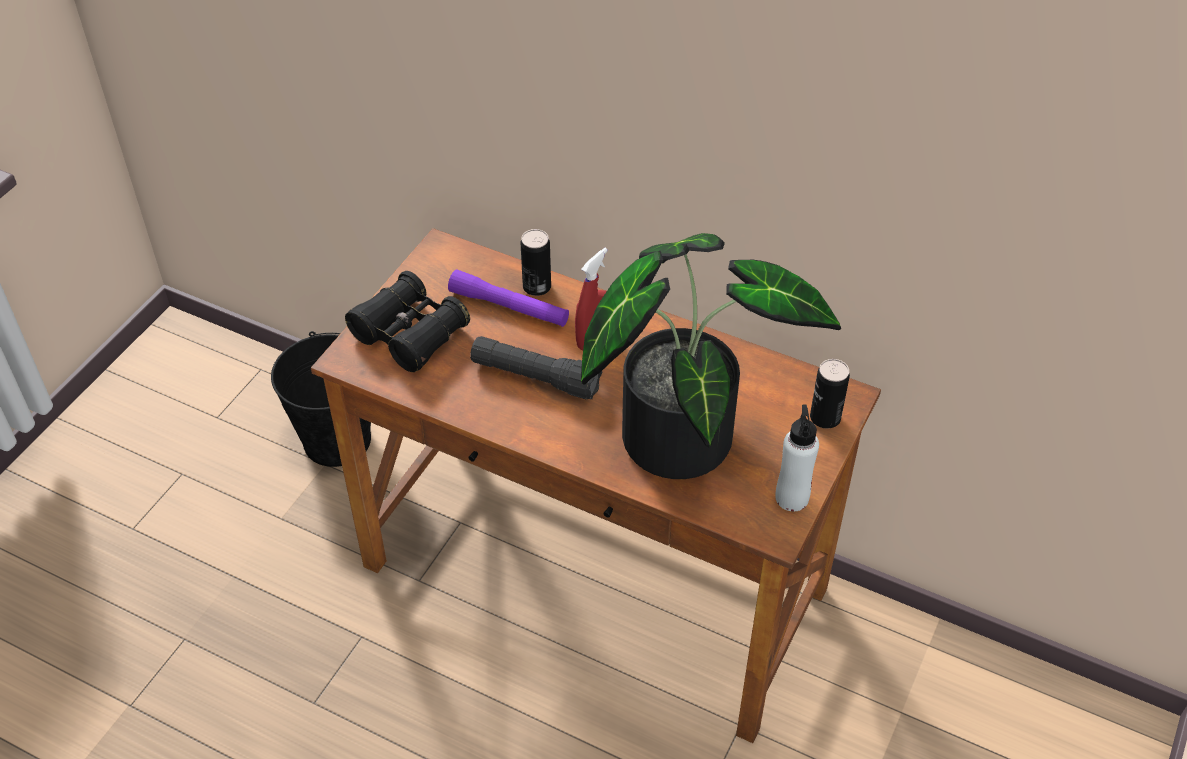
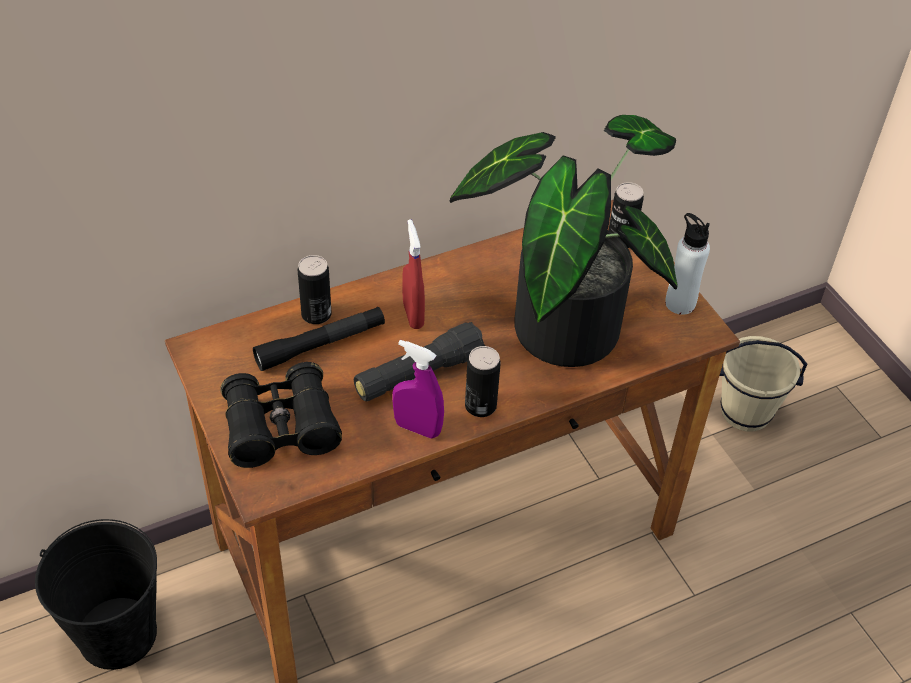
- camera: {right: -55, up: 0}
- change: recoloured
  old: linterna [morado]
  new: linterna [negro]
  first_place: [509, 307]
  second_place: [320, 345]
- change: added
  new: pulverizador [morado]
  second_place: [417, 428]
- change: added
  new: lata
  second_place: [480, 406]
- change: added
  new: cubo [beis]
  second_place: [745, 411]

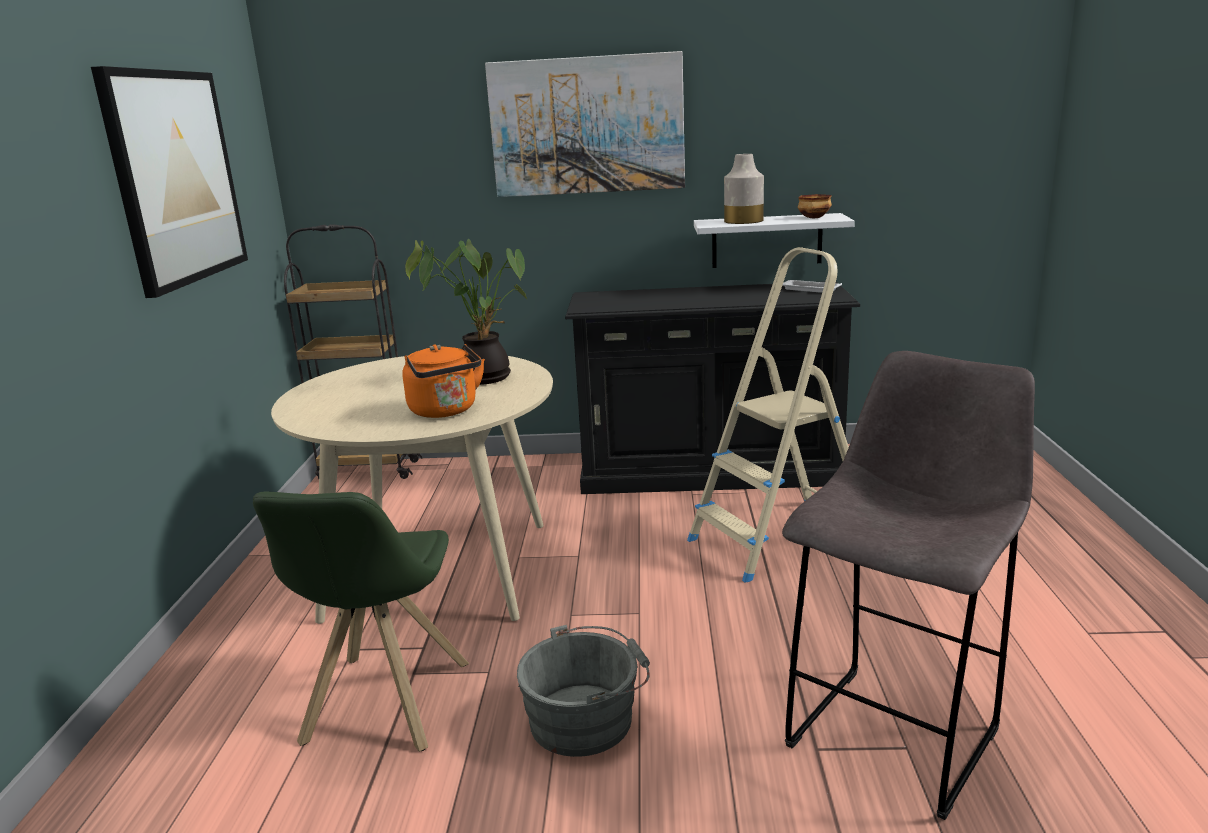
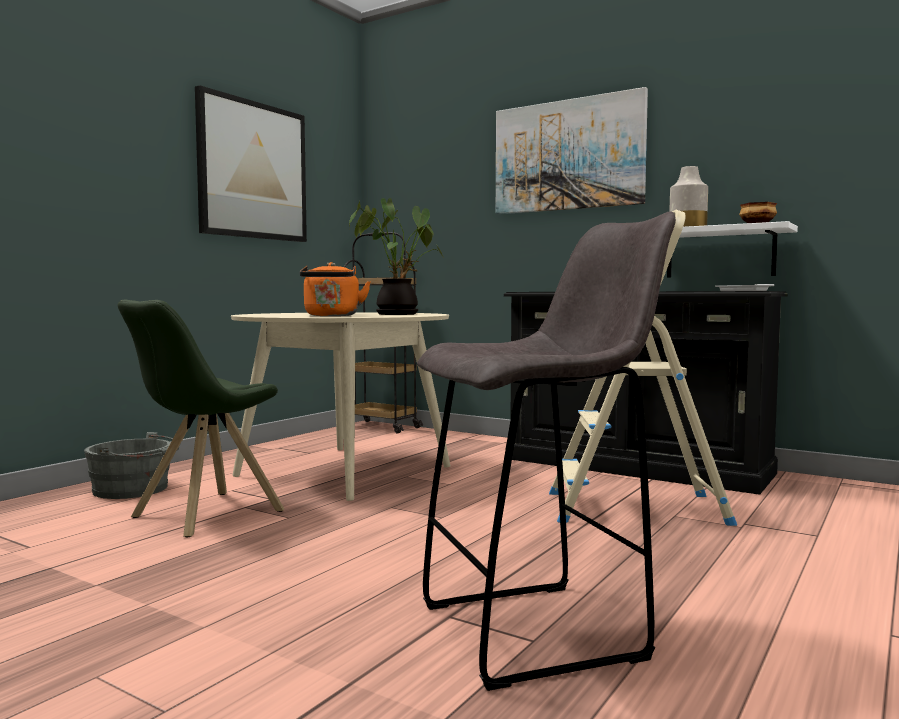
- camera: {right: 30, up: -15}
- change: moved
  old: cubo [gris]
  first_place: [587, 719]
  second_place: [135, 489]

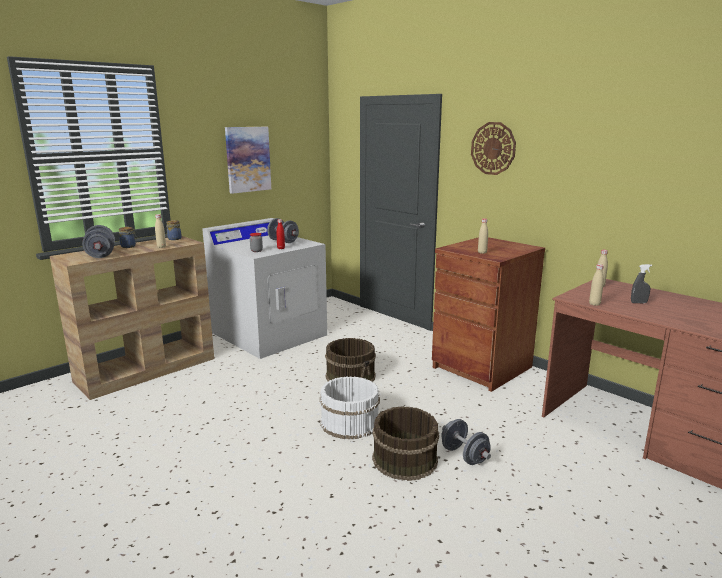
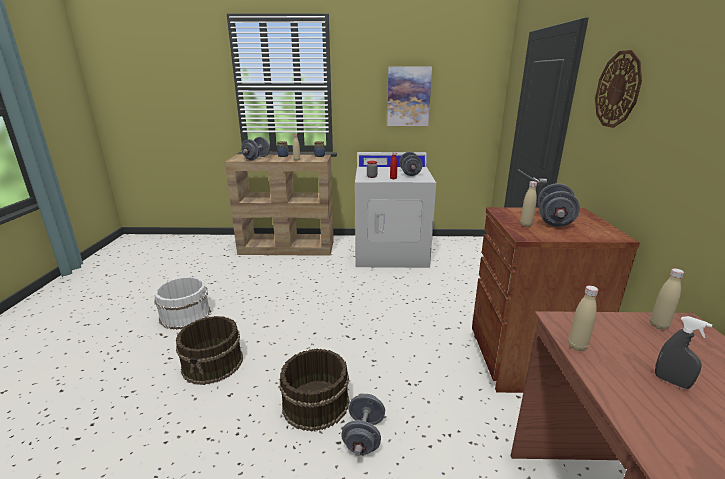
- camera: {right: 45, up: 5}
- change: moved
  old: cubo [blanco]
  first_place: [349, 423]
  second_place: [185, 315]
- change: moved
  old: cubo [marrón]
  first_place: [351, 376]
  second_place: [213, 363]
- change: added
  new: mancuerna [gris]
  second_place: [554, 221]

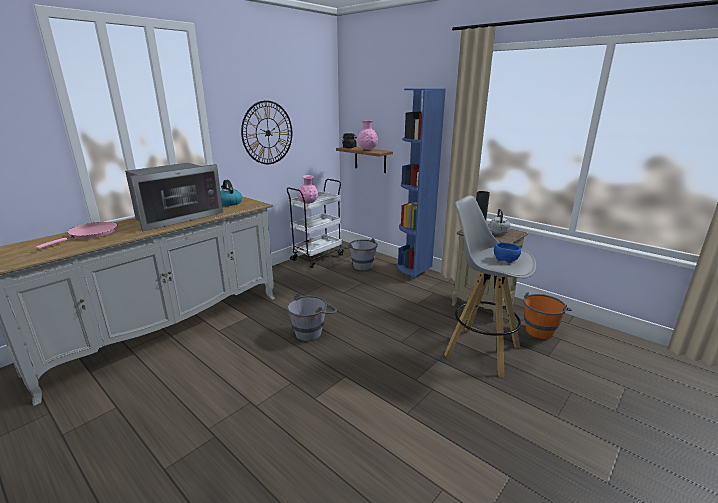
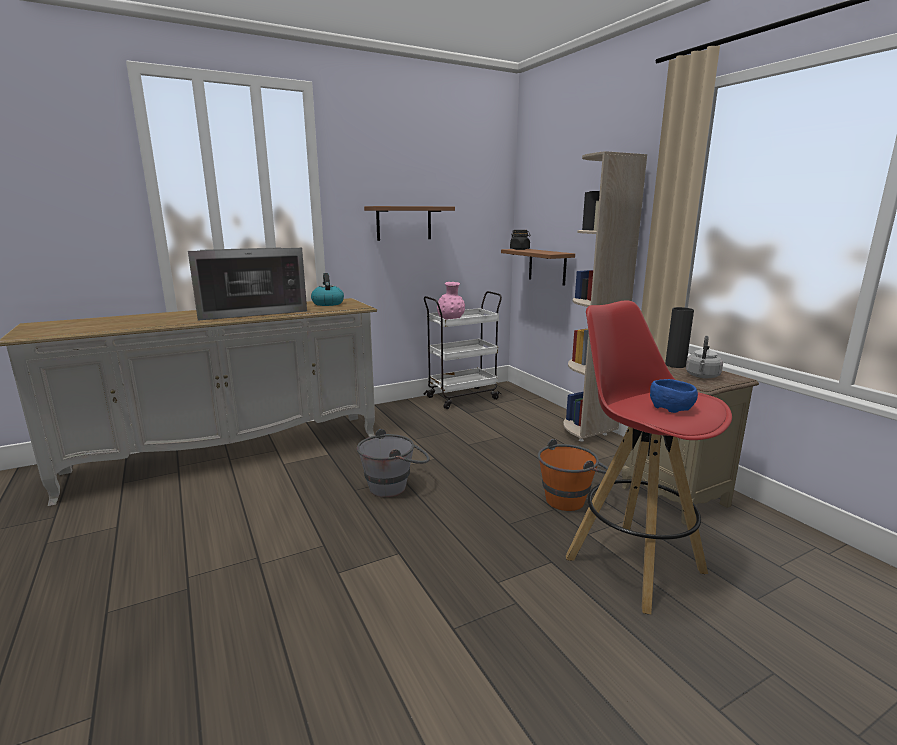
- camera: {right: 20, up: -5}
- change: replaced
  old: reloj de pared
  new: estante [marrón]
  first_place: [268, 133]
  second_place: [404, 223]
- change: moved
  old: cubo [naranja]
  first_place: [541, 329]
  second_place: [571, 498]
- change: recoloured
  old: estantería [azul]
  new: estantería [beis]
  first_place: [411, 271]
  second_place: [585, 432]
- change: recoloured
  old: taburete [gris]
  new: taburete [rojo]
  first_place: [480, 350]
  second_place: [633, 563]
- change: removed
  old: sartén [rosa]
  first_place: [91, 234]
- change: removed
  old: cubo [gris]
  first_place: [360, 265]
- change: removed
  old: florero [rosa]
  first_place: [367, 149]

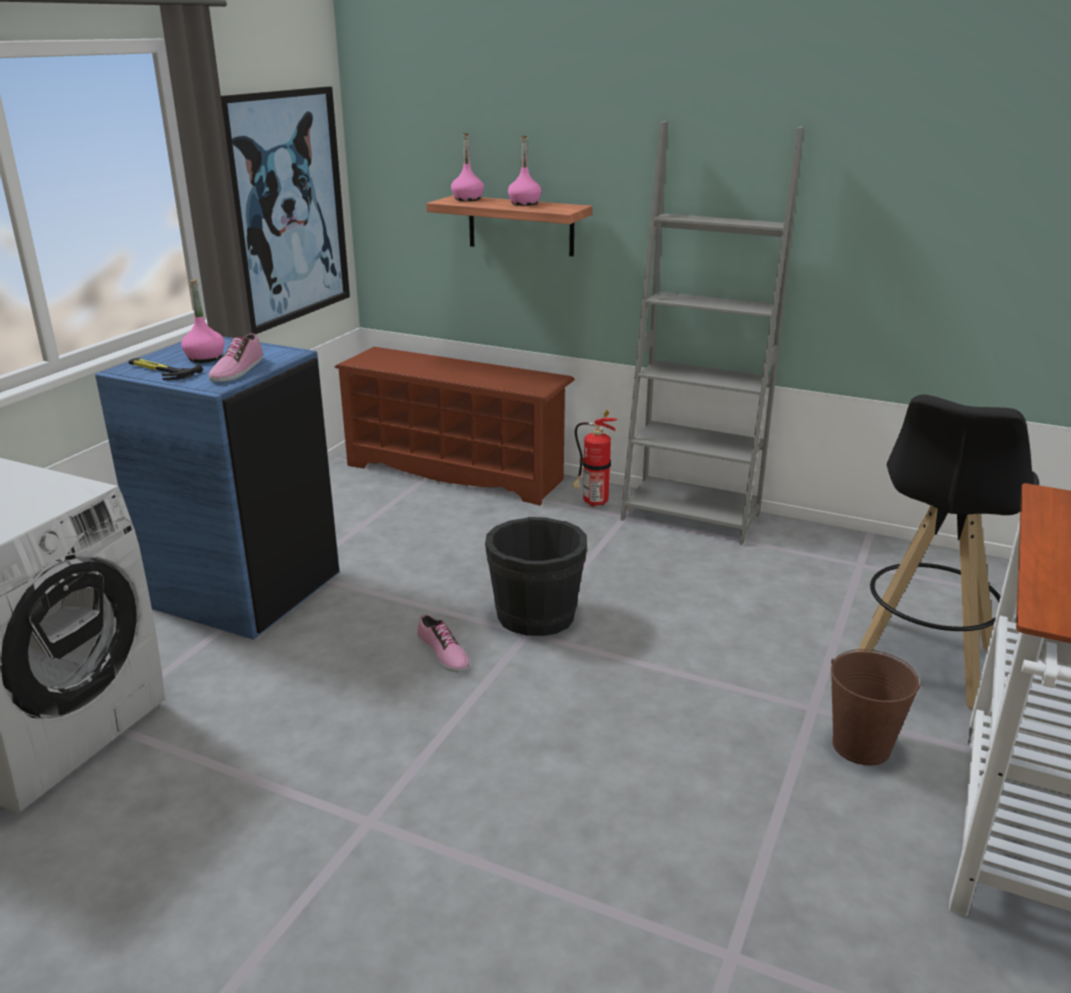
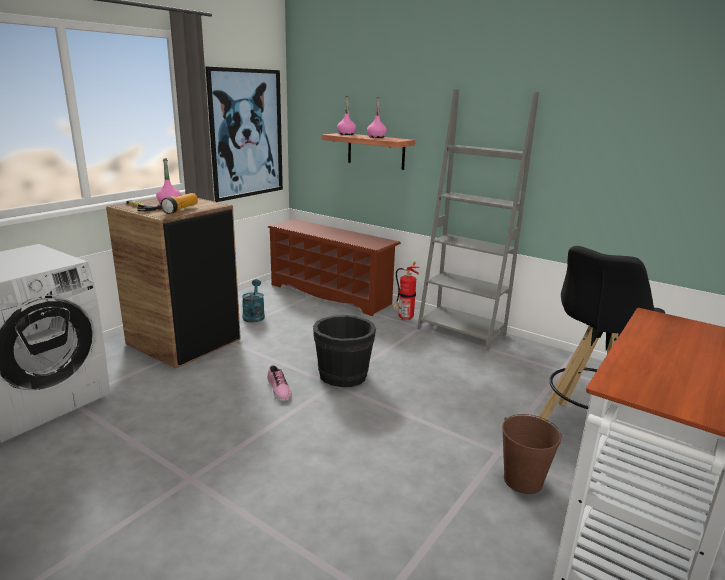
- camera: {right: 10, up: -5}
- change: recoloured
  old: armario [azul]
  new: armario [marrón]
  first_place: [246, 588]
  second_place: [185, 341]
- change: replaced
  old: zapato
  new: linterna
  first_place: [237, 370]
  second_place: [181, 210]
- change: added
  new: regadera [turquesa]
  second_place: [254, 315]

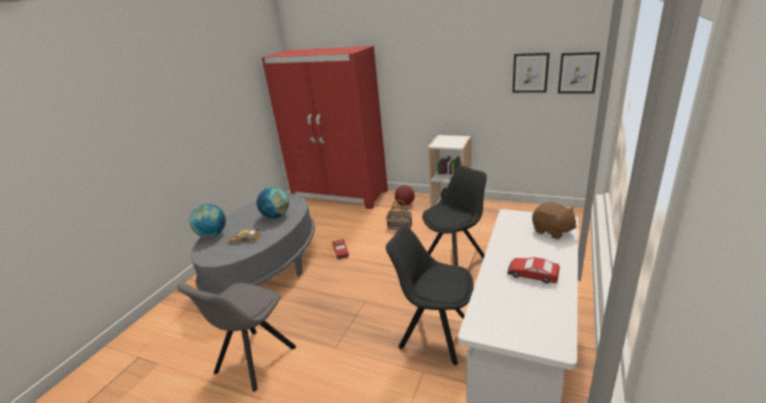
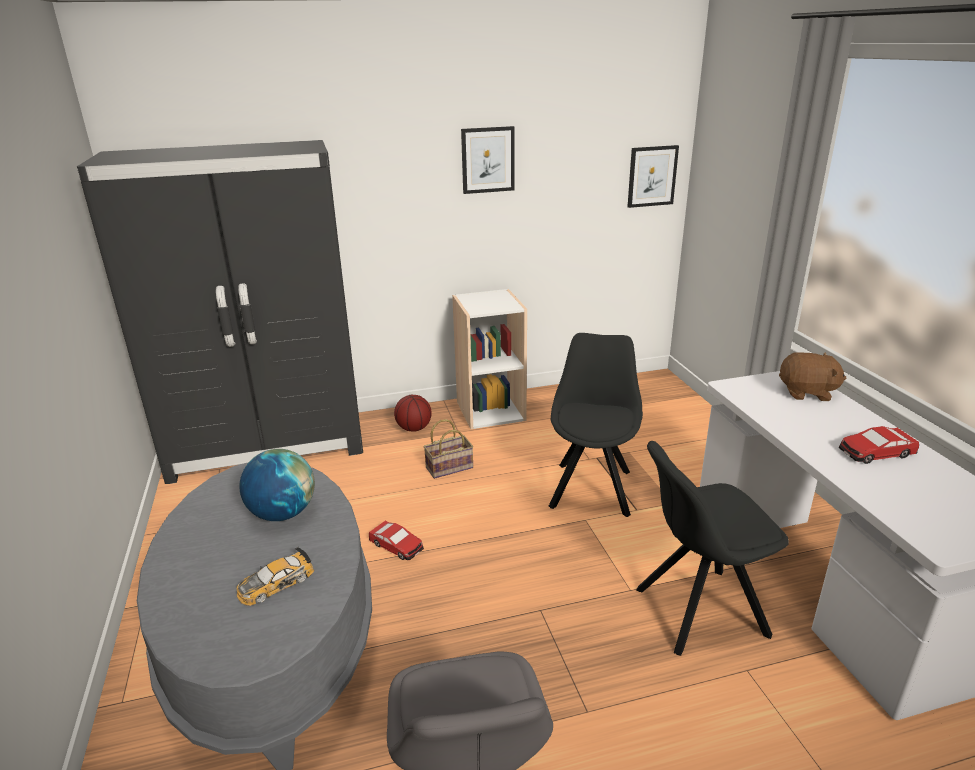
- camera: {right: -40, up: 0}
- change: recoloured
  old: armario [rojo]
  new: armario [negro]
  first_place: [340, 195]
  second_place: [269, 447]
- change: moved
  old: cuadro
  first_place: [530, 73]
  second_place: [488, 160]
- change: removed
  old: globo terráqueo
  first_place: [212, 234]

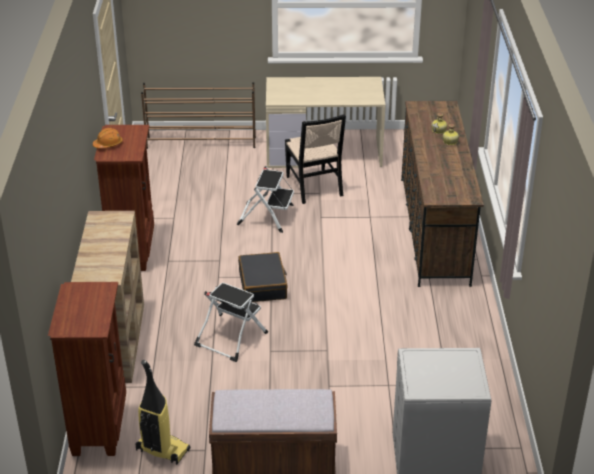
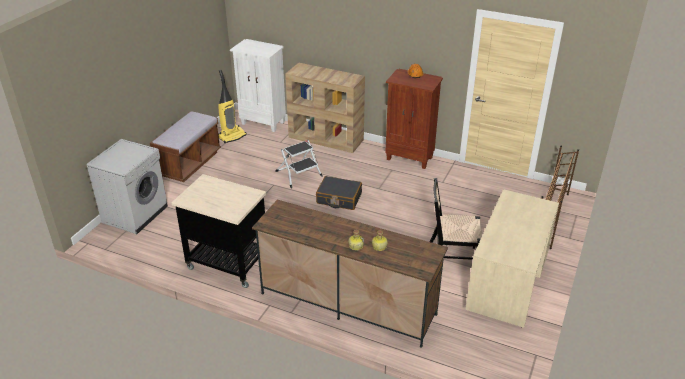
- camera: {right: 115, up: 0}
- change: added
  new: carrito [negro]
  second_place: [228, 264]
- change: recoloured
  old: armario [marrón]
  new: armario [blanco]
  first_place: [100, 430]
  second_place: [263, 123]
- change: removed
  old: escalera de tijera
  first_place: [266, 216]

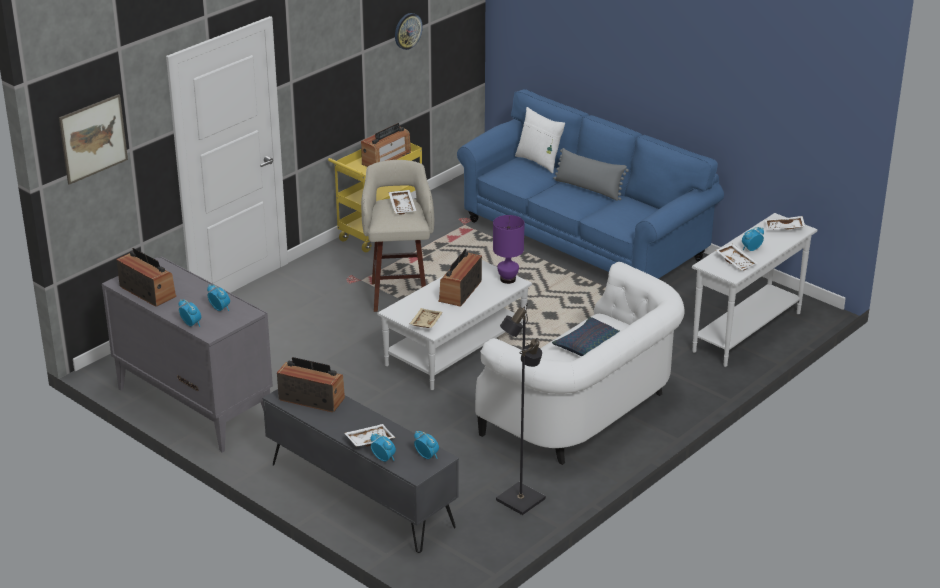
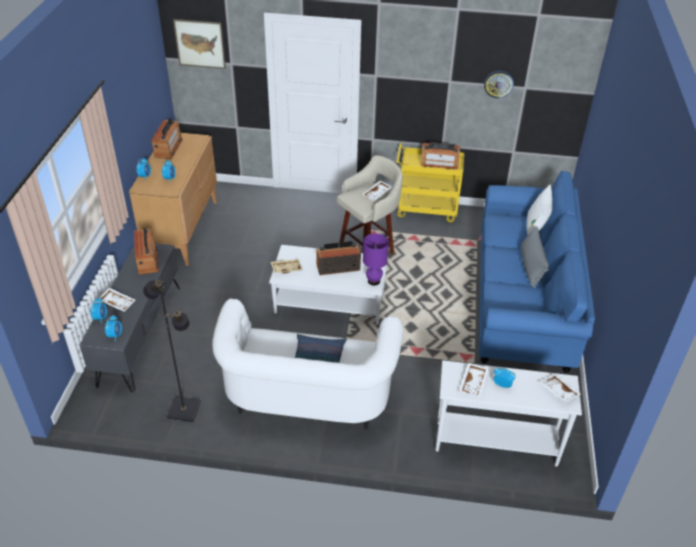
- camera: {right: 55, up: 10}
- change: recoloured
  old: armario [gris]
  new: armario [marrón]
  first_place: [194, 405]
  second_place: [183, 230]

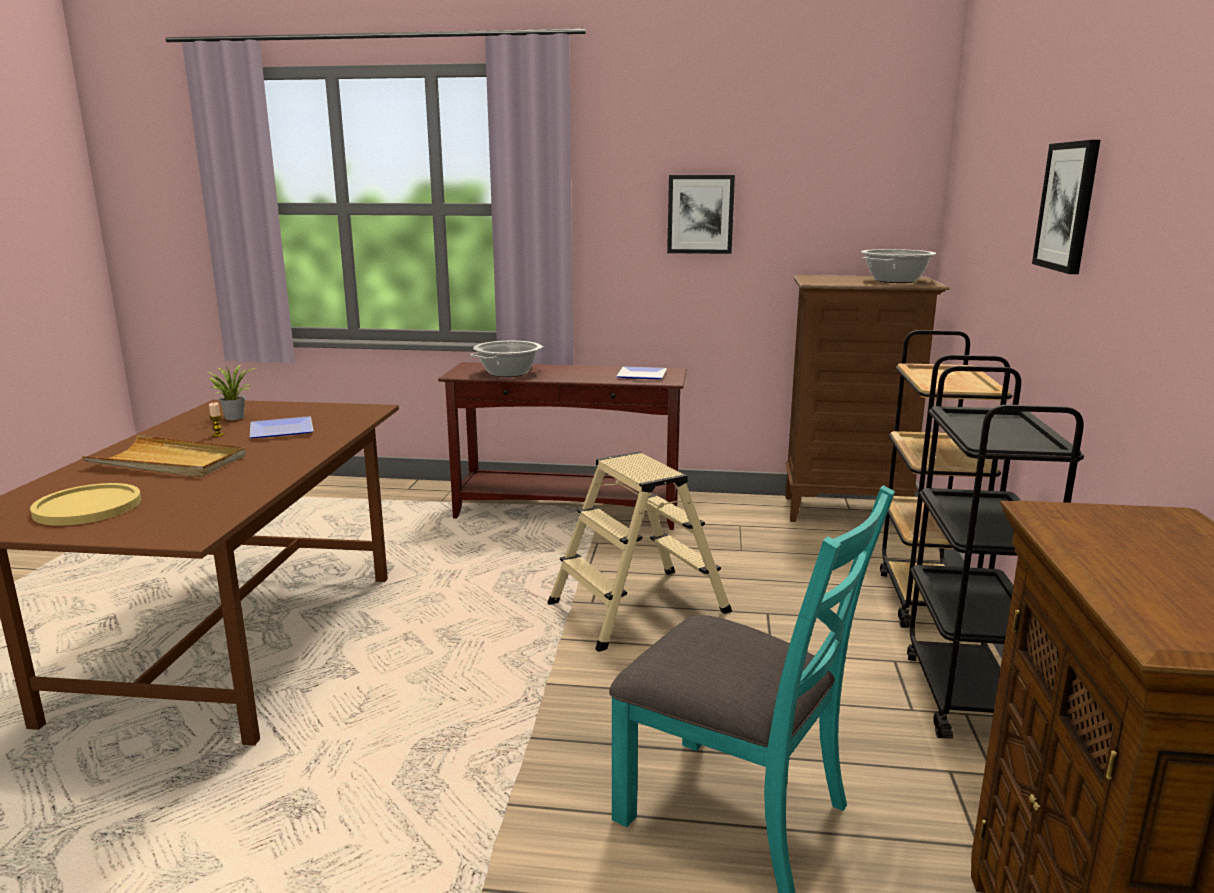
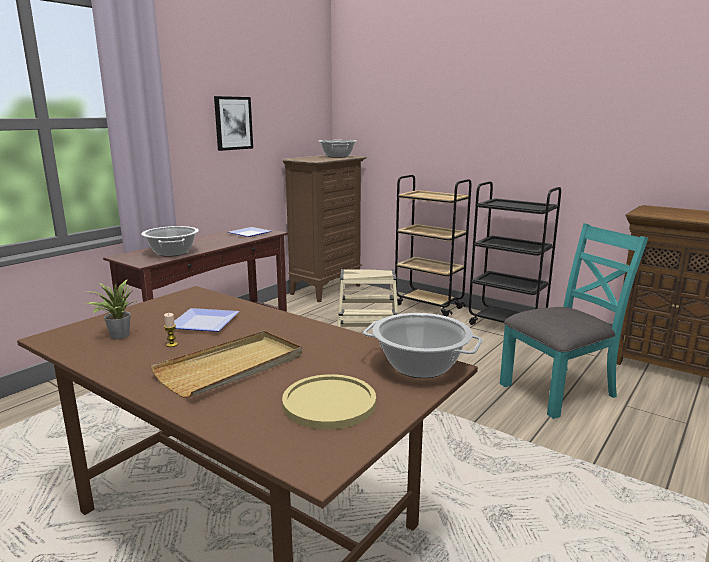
- camera: {right: -60, up: 0}
- change: added
  new: olla
  second_place: [421, 366]
- change: removed
  old: cuadro
  first_place: [1068, 206]

